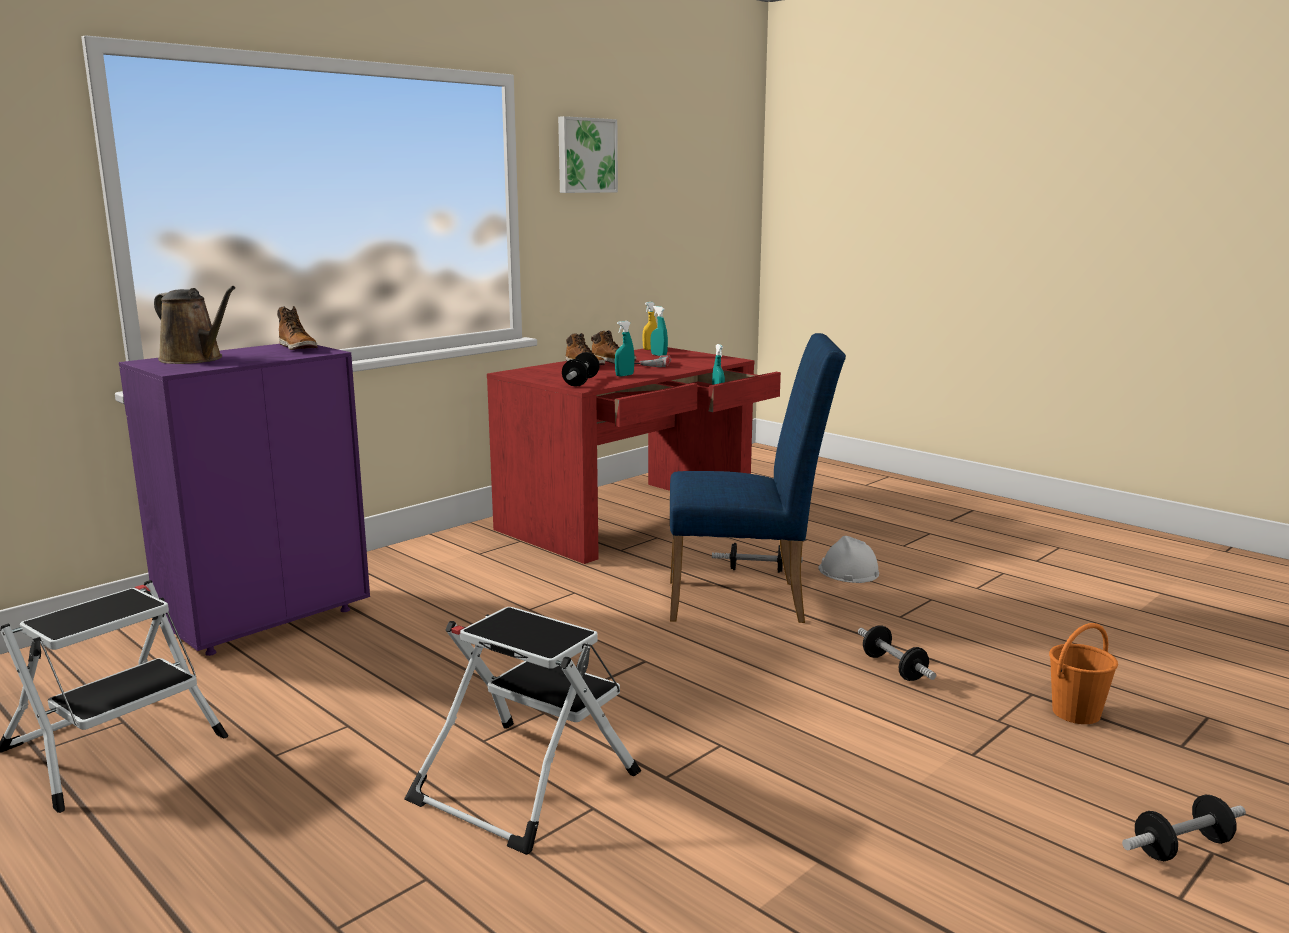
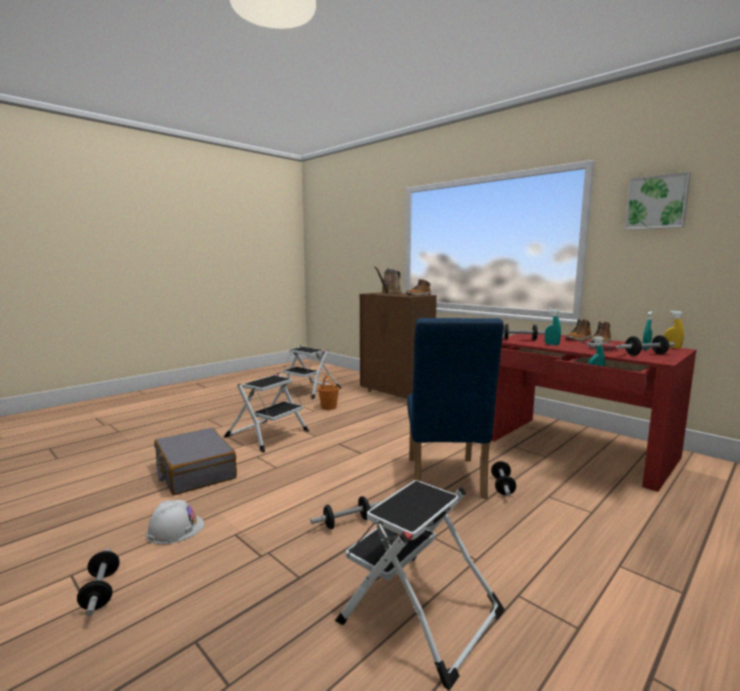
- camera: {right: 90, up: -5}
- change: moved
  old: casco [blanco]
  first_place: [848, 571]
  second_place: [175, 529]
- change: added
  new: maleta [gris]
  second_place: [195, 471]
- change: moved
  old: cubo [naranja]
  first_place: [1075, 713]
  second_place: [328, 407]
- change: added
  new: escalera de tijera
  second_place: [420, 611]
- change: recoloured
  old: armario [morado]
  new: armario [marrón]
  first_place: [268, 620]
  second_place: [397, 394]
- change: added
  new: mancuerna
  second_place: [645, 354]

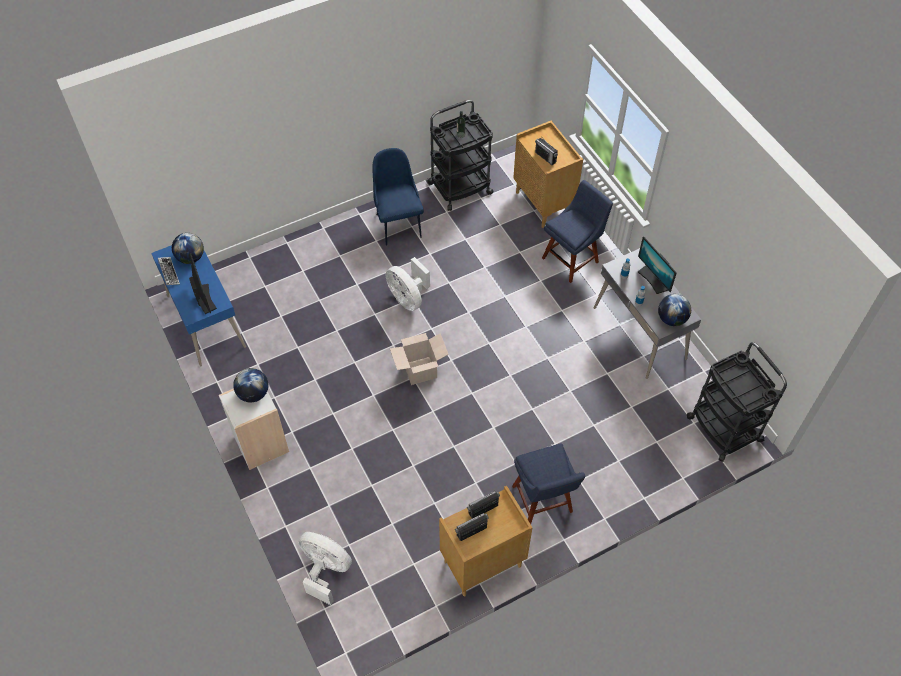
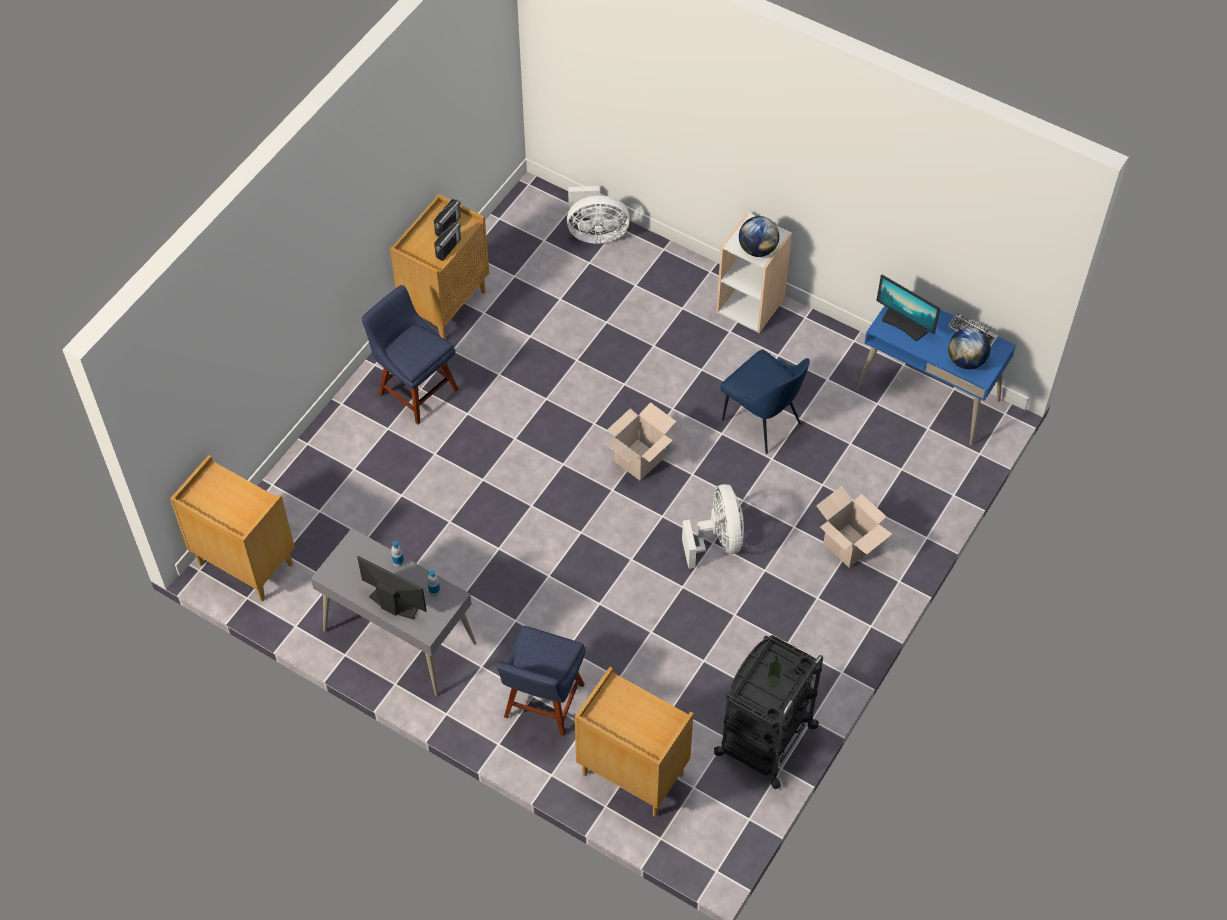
- camera: {right: 150, up: 0}
- change: replaced
  old: carrito [negro]
  new: armario [marrón]
  first_place: [723, 428]
  second_place: [245, 564]
- change: turned
  old: ventilador [blanco]
  first_place: [408, 298]
  second_place: [717, 540]
  degrees: 60
- change: moved
  old: silla [azul]
  first_place: [398, 225]
  second_place: [762, 421]
- change: added
  new: caja de cartón
  second_place: [848, 546]
- change: removed
  old: radio
  first_place: [545, 157]
- change: removed
  old: globo terráqueo
  first_place: [671, 319]

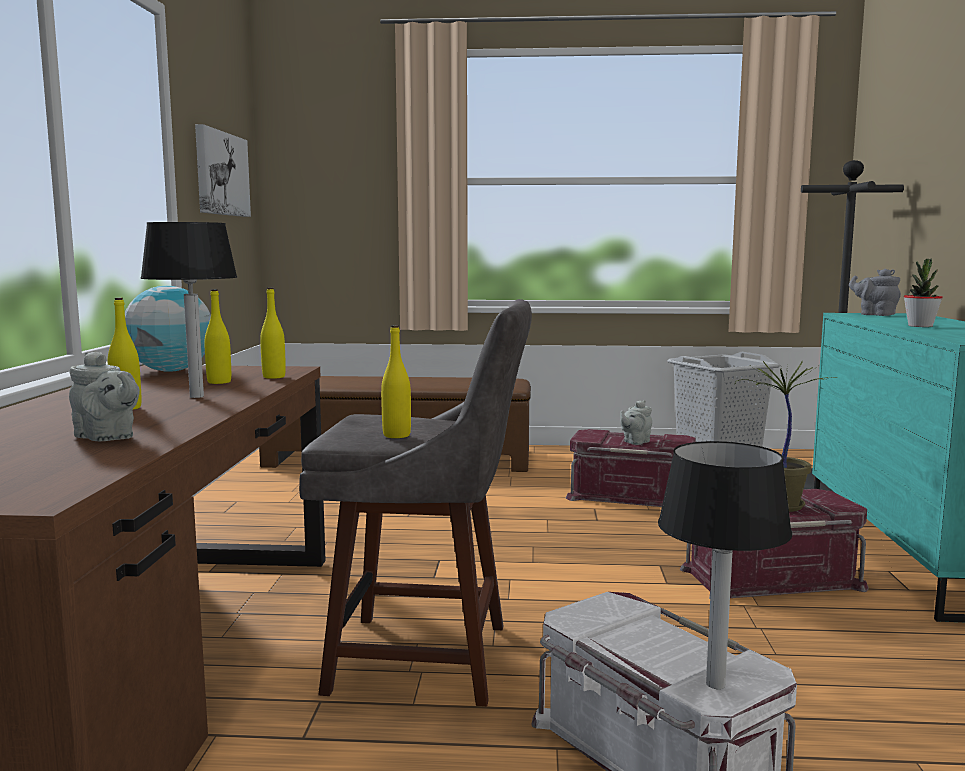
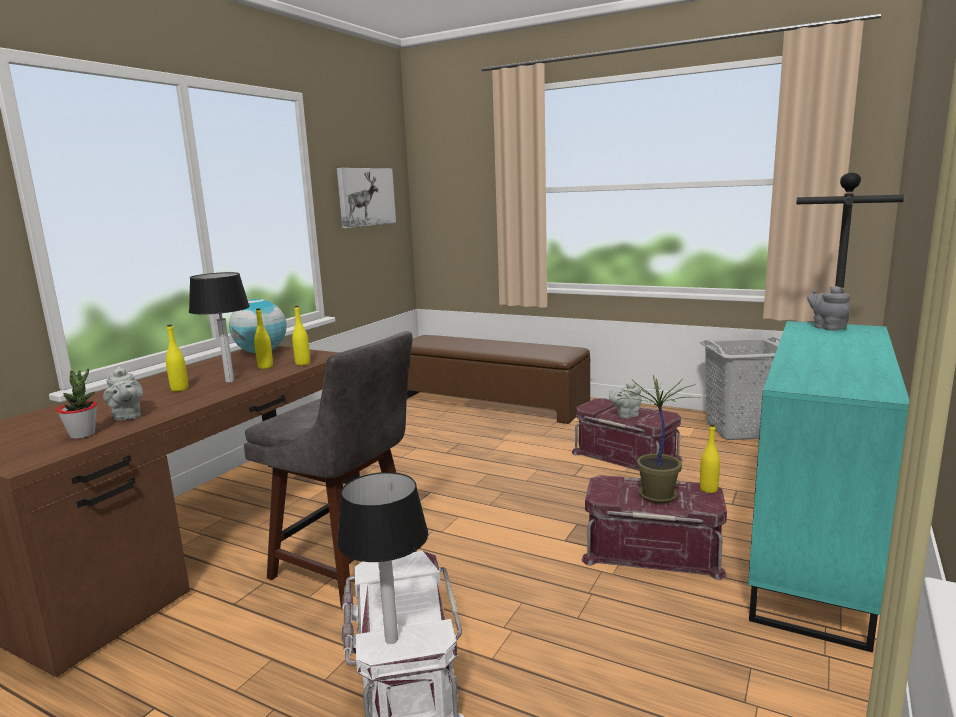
- camera: {right: 25, up: 5}
- change: moved
  old: planta en maceta
  first_place: [920, 326]
  second_place: [83, 434]
- change: moved
  old: botella [amarillo]
  first_place: [396, 435]
  second_place: [708, 489]

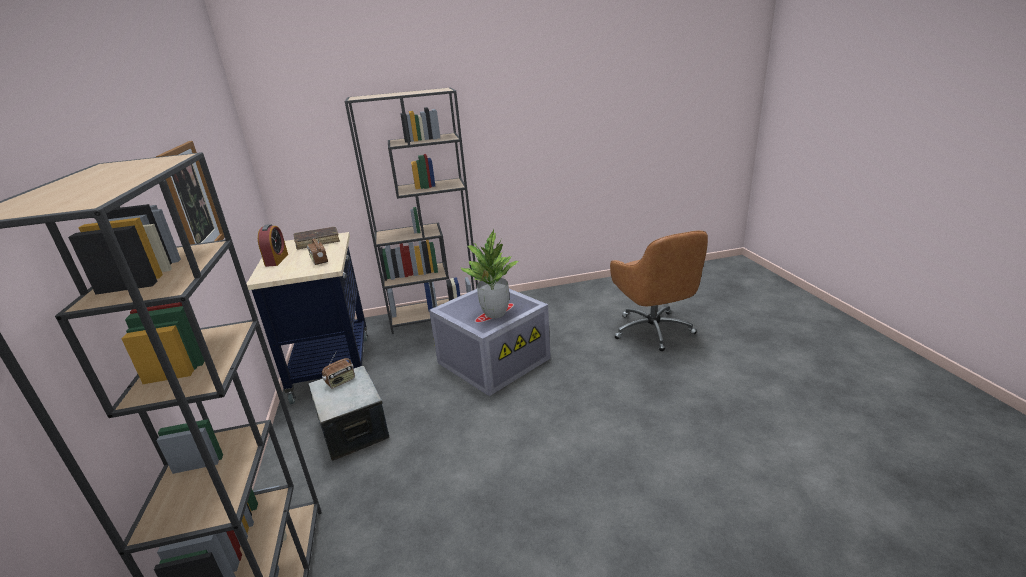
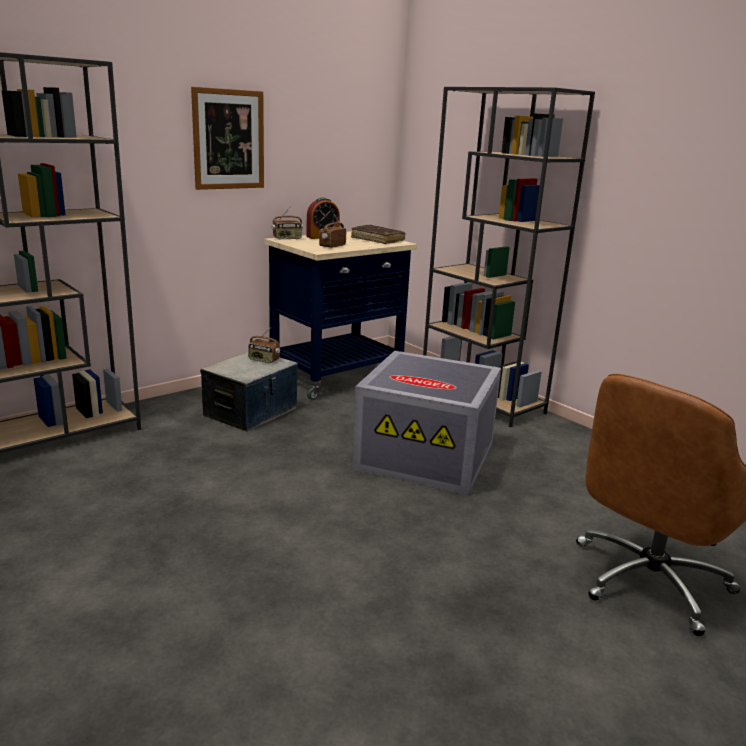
- camera: {right: 60, up: -5}
- change: added
  new: radio
  second_place: [287, 239]
- change: removed
  old: planta en maceta
  first_place: [495, 313]

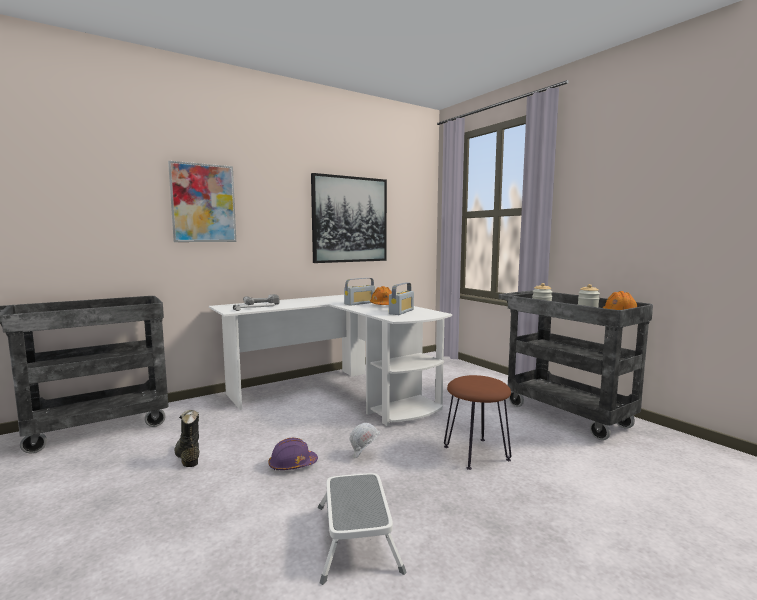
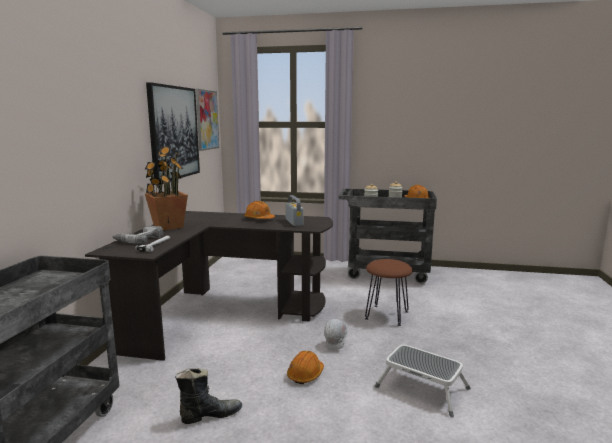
- camera: {right: -45, up: 5}
- change: recoloured
  old: escritorio [blanco]
  new: escritorio [negro]
  first_place: [337, 393]
  second_place: [221, 312]
- change: added
  new: planta en maceta
  second_place: [168, 227]
- change: turned
  old: bota [negro]
  first_place: [187, 456]
  second_place: [210, 415]
  degrees: 150
- change: moved
  old: cuadro
  first_place: [203, 203]
  second_place: [207, 120]
- change: recoloured
  old: casco [morado]
  new: casco [naranja]
  first_place: [292, 465]
  second_place: [305, 374]
- change: removed
  old: radio
  first_place: [359, 303]

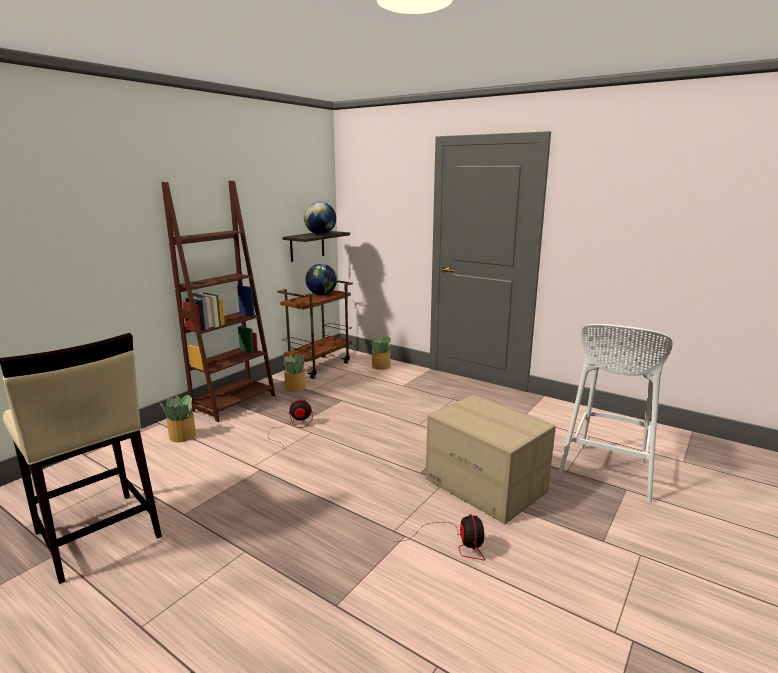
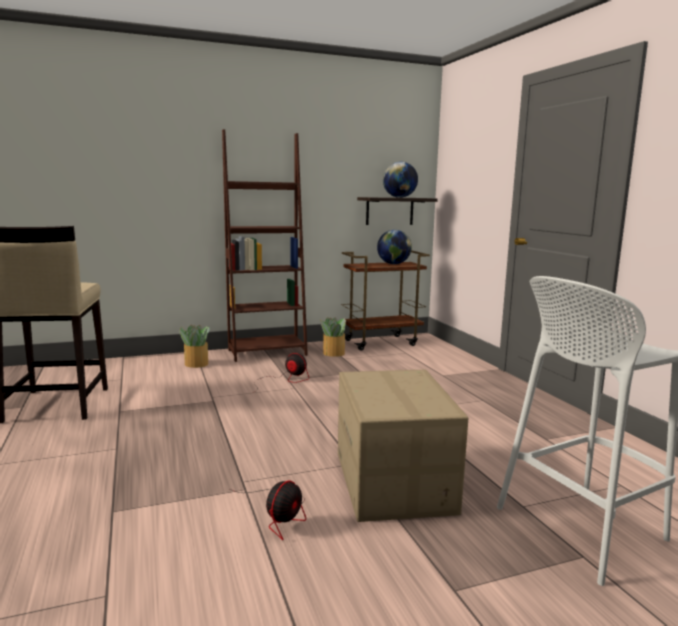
- camera: {right: 35, up: -5}
- change: removed
  old: planta en maceta
  first_place: [380, 366]

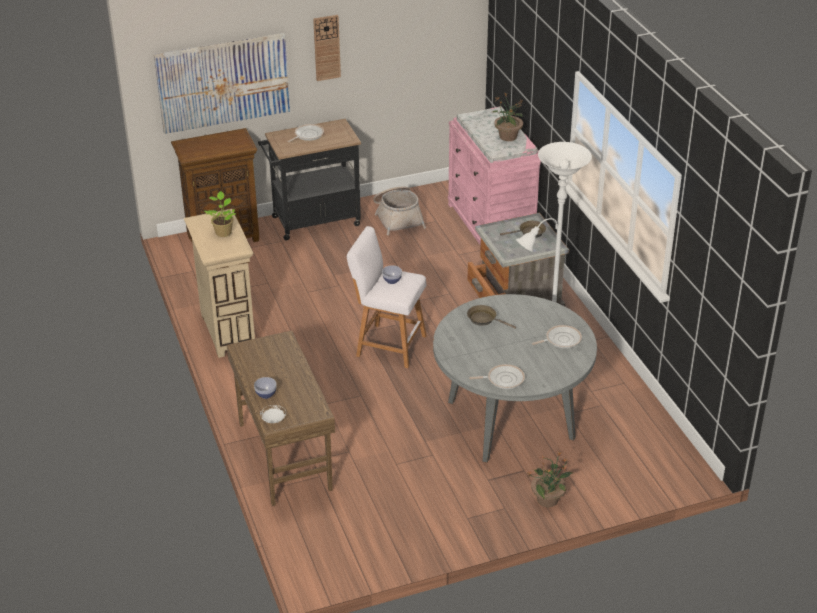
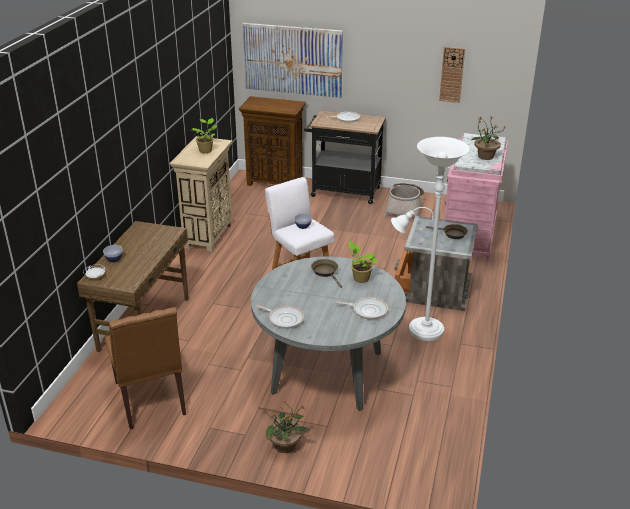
- camera: {right: 35, up: -5}
- change: added
  new: silla [marrón]
  second_place: [149, 397]
- change: added
  new: planta en maceta
  second_place: [360, 278]
- change: moved
  old: reloj de pared
  first_place: [327, 47]
  second_place: [452, 74]

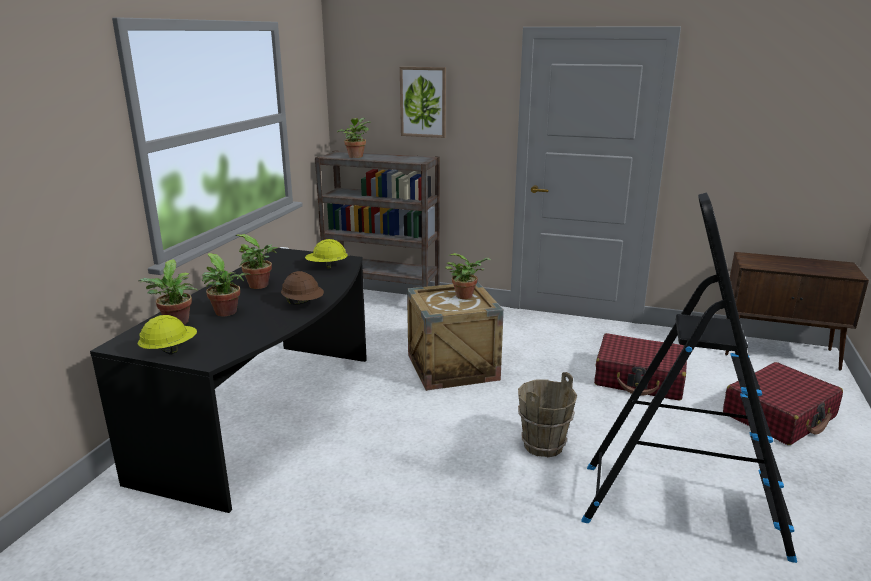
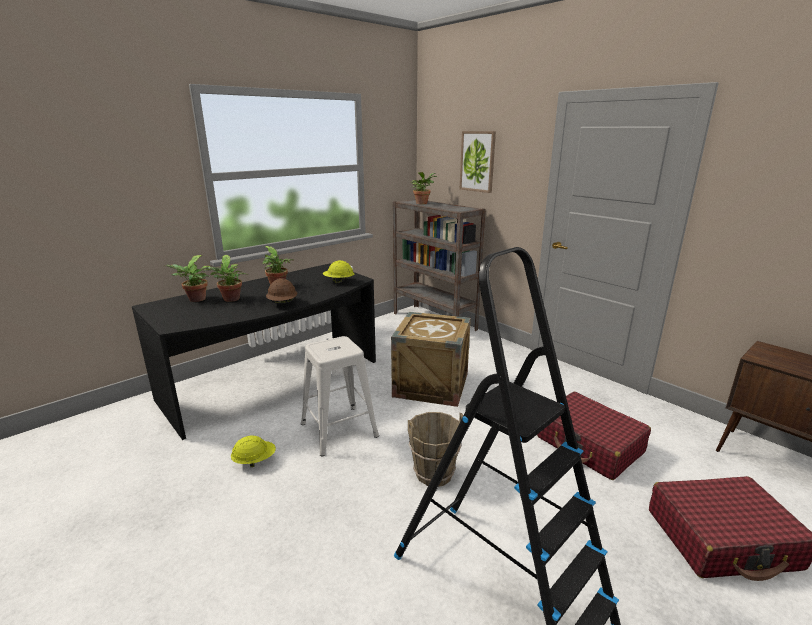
- camera: {right: 30, up: 0}
- change: moved
  old: casco [amarillo]
  first_place: [170, 350]
  second_place: [254, 461]
- change: added
  new: taburete [blanco]
  second_place: [339, 430]
- change: removed
  old: planta en maceta
  first_place: [466, 296]

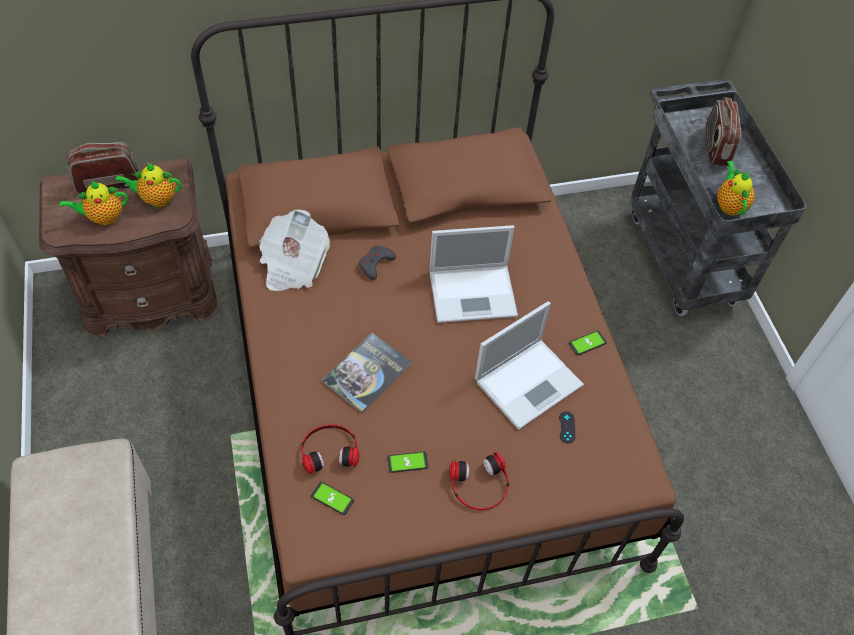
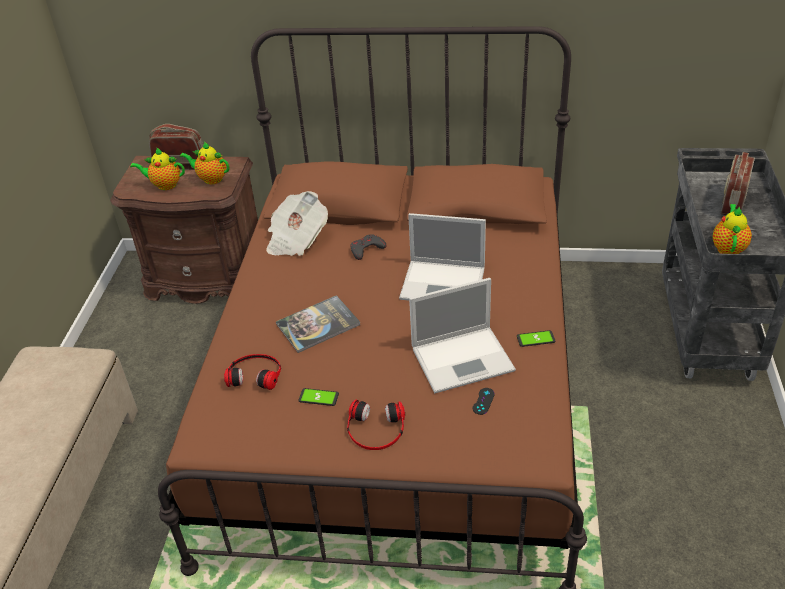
- camera: {right: 25, up: -15}
- change: removed
  old: móvil
  first_place: [332, 498]

